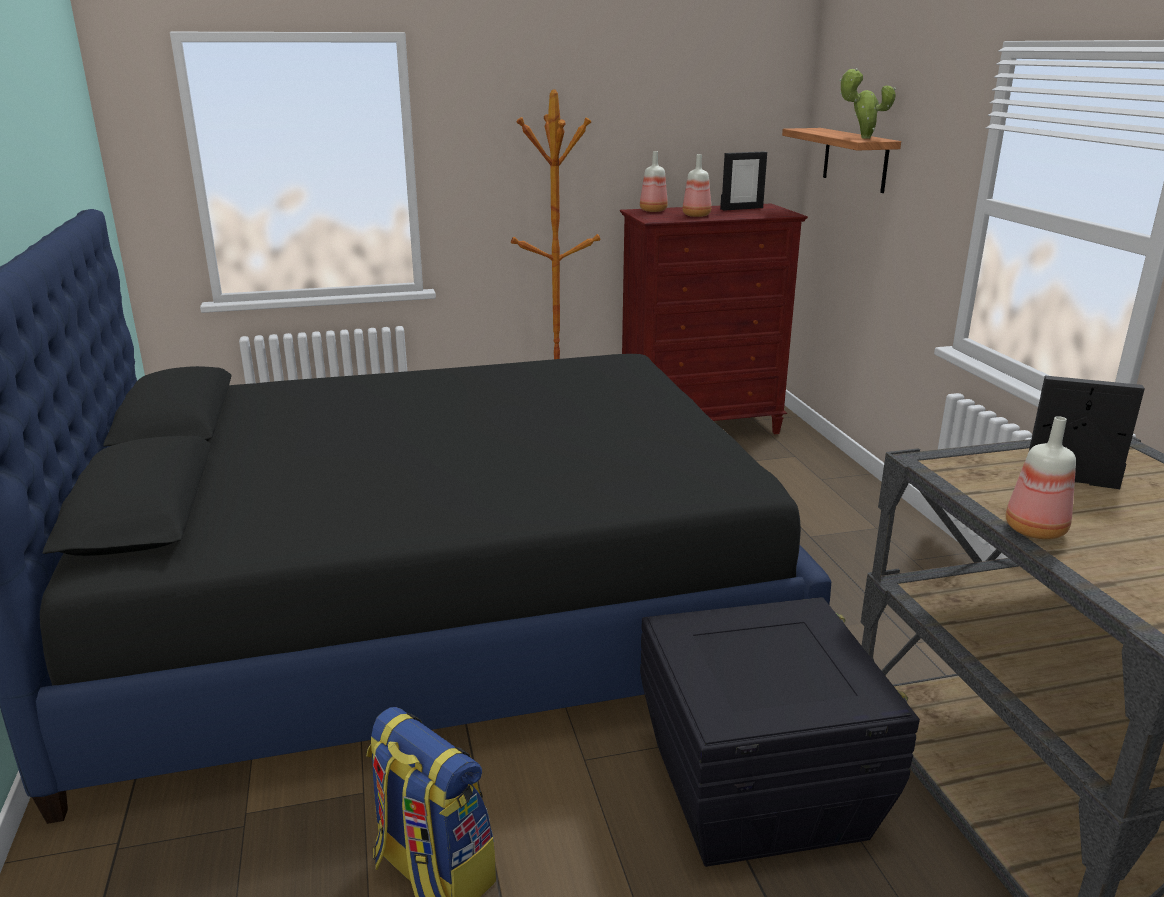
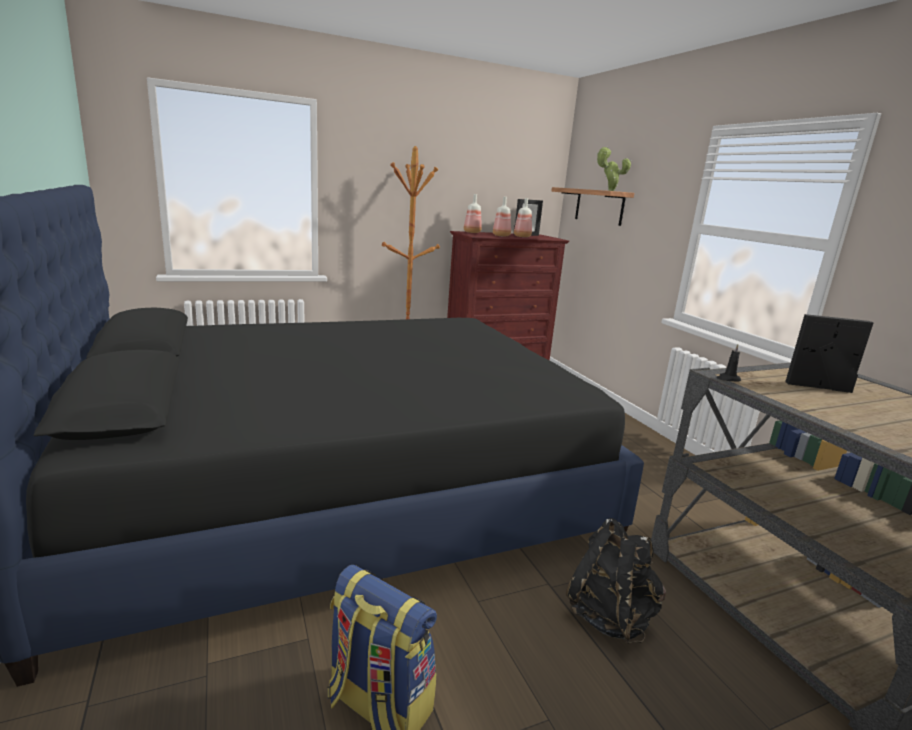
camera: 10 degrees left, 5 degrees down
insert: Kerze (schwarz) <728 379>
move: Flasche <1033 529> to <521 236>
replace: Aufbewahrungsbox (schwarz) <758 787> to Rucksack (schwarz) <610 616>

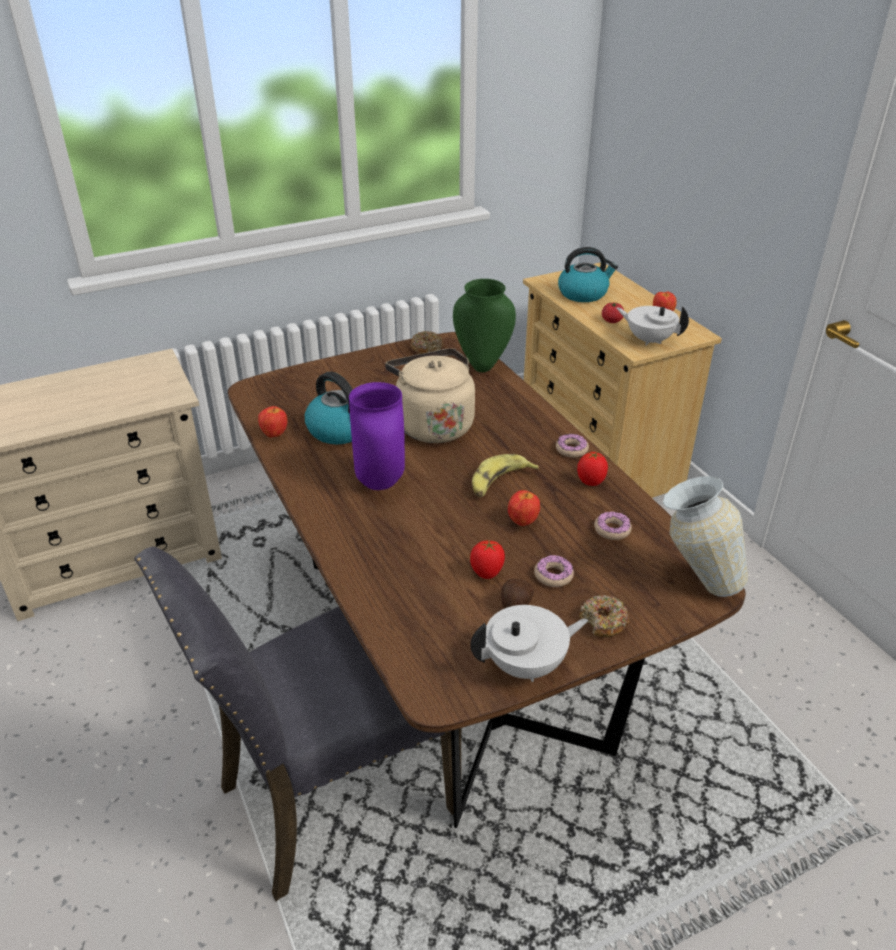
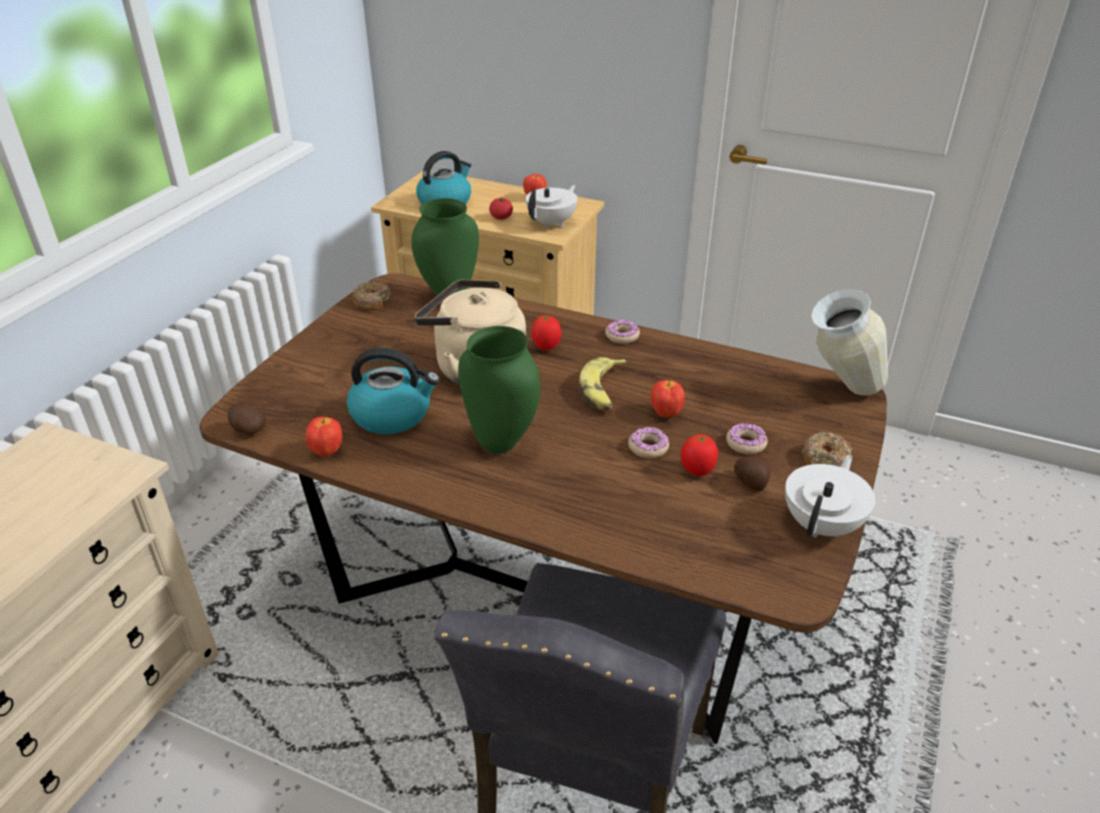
camera: 40 degrees left, 0 degrees up
insert: Kartoffel <248 430>
move: Tomate <591 482> to <546 347>; Donut <612 530> to <648 447>
recolor: Vase (lila) <382 483> to Vase (grün) <502 443>
rotate: Teekanne (weiß) <649 340> = <552 223> 135 degrees clockwise

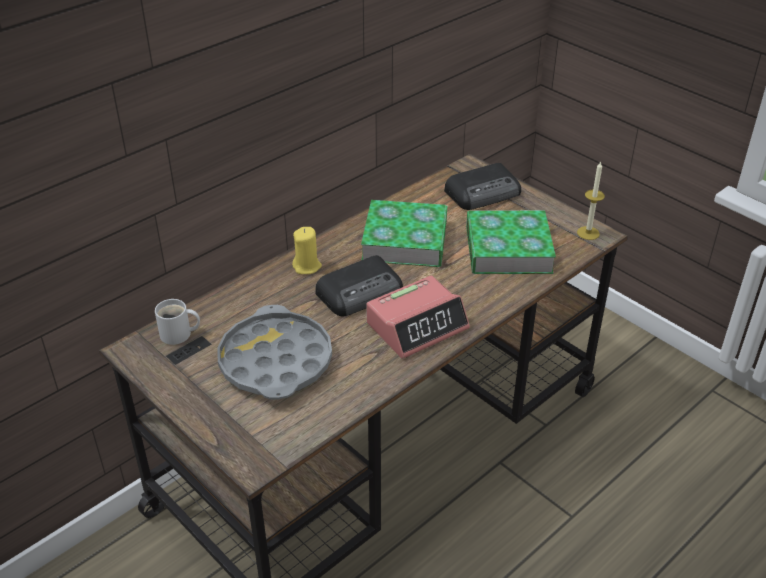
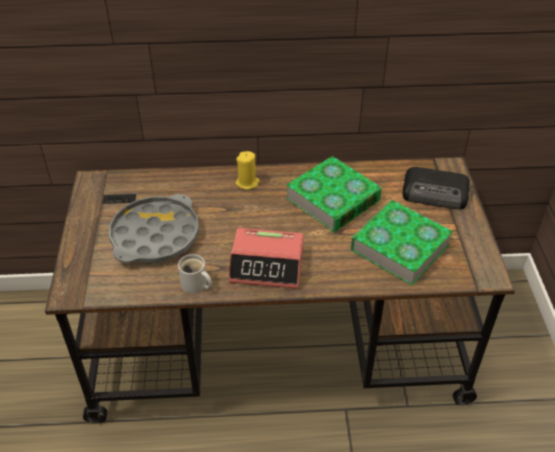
camera: 40 degrees right, 5 degrees up
delete: Radio <361 292>; Kerze <588 233>
move: Henkelbecher (weiß) <178 335> to <195 285>

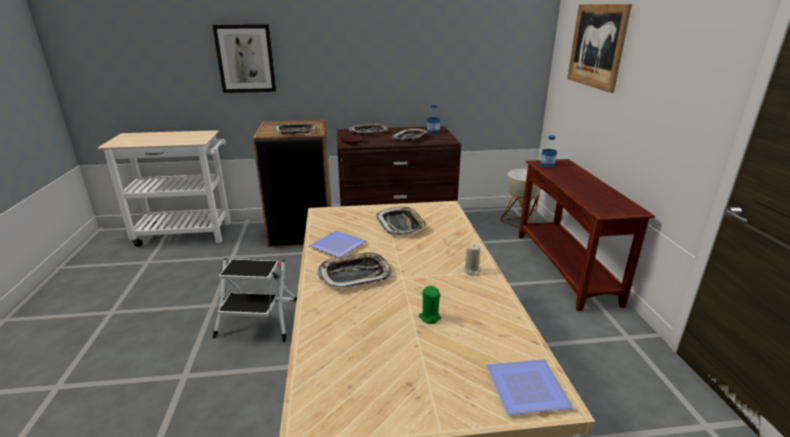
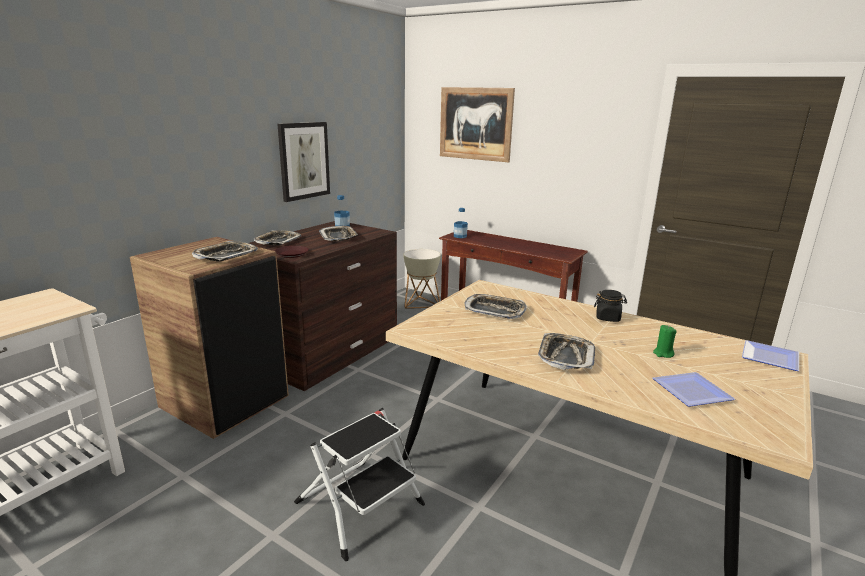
camera: 50 degrees left, 5 degrees down
move: Bild <245 59> to <304 160>; Teller <338 245> to <688 391>
replace: Kerze (beige) <472 271> to Vorratsglas (schwarz) <608 318>

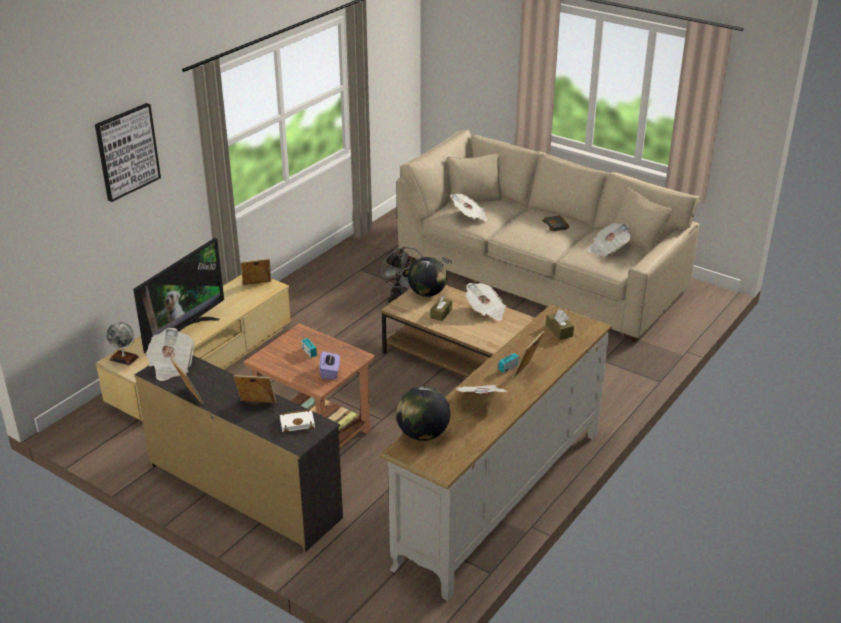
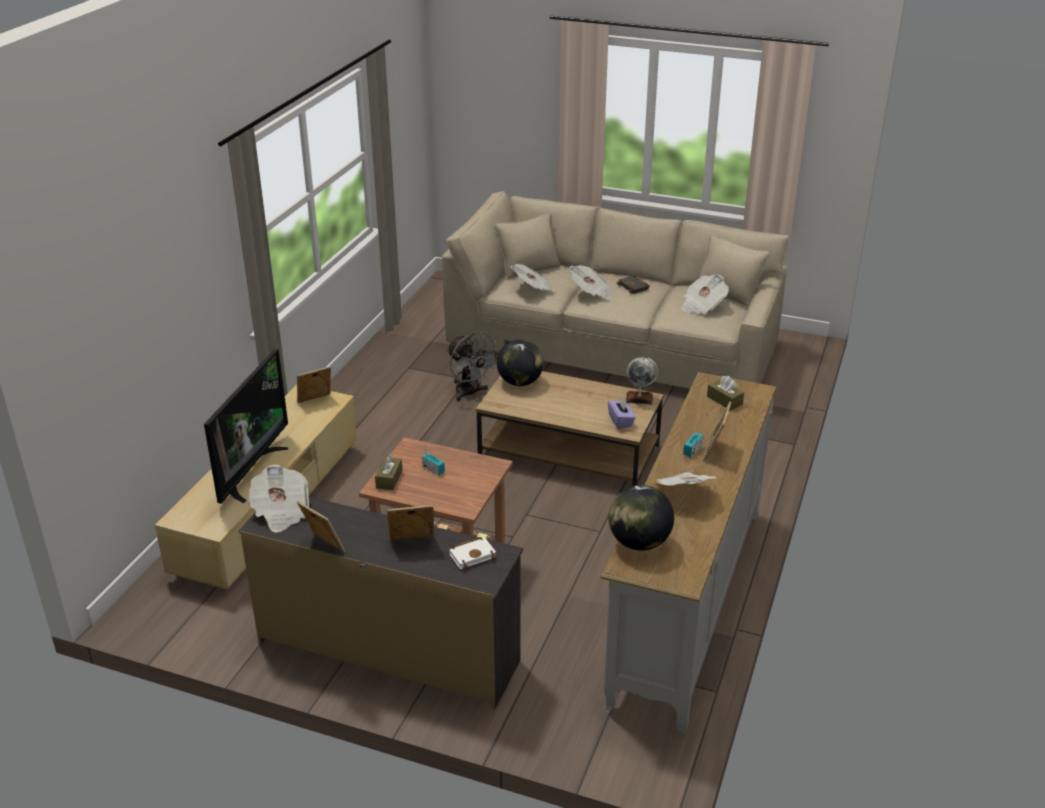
camera: 15 degrees left, 0 degrees up
delete: Bild <127 151>
move: Taschentuchbox (braun) <441 313> to <389 479>; Zeitung <486 311> to <591 293>; Taschentuchbox (lila) <330 372> to <621 421>; Globus <124 358> to <639 398>

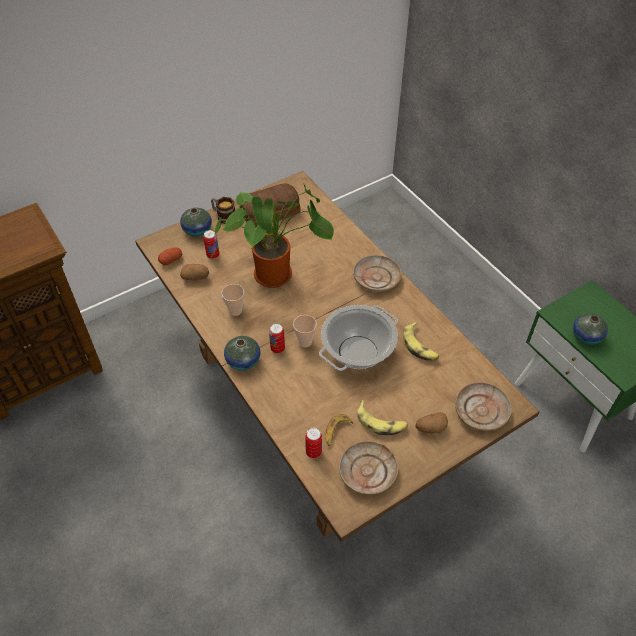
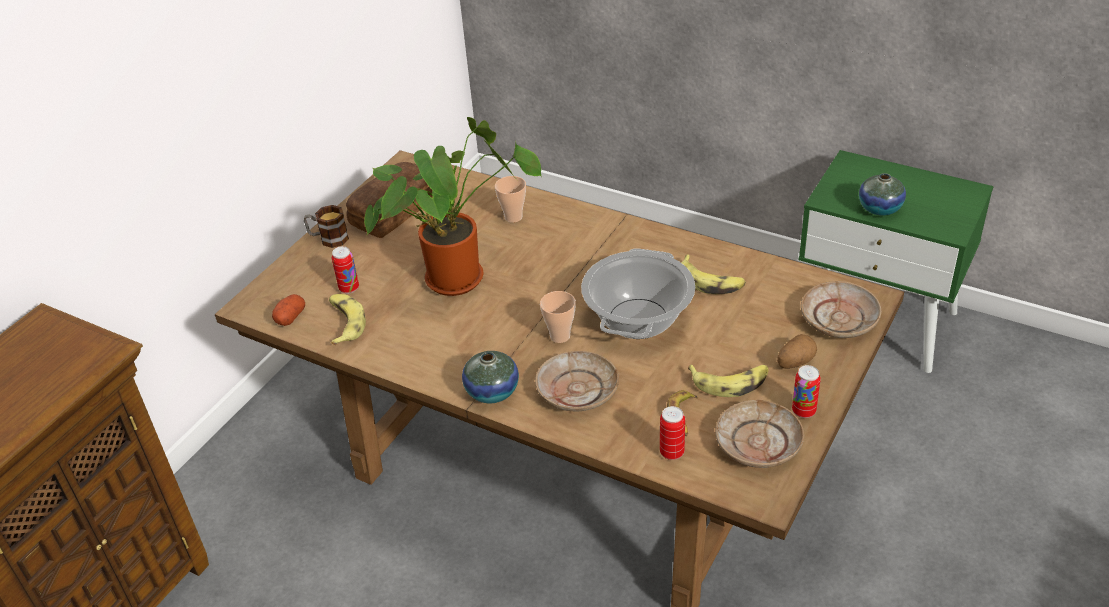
camera: 25 degrees left, 10 degrees down
delete: Vase <197 230>
move: Tasse <235 311> to <513 217>; Teller (beige) <376 278> to <577 390>; Dose <277 348> to <803 411>
replace: Kartoffel <196 277> to Banane <344 323>

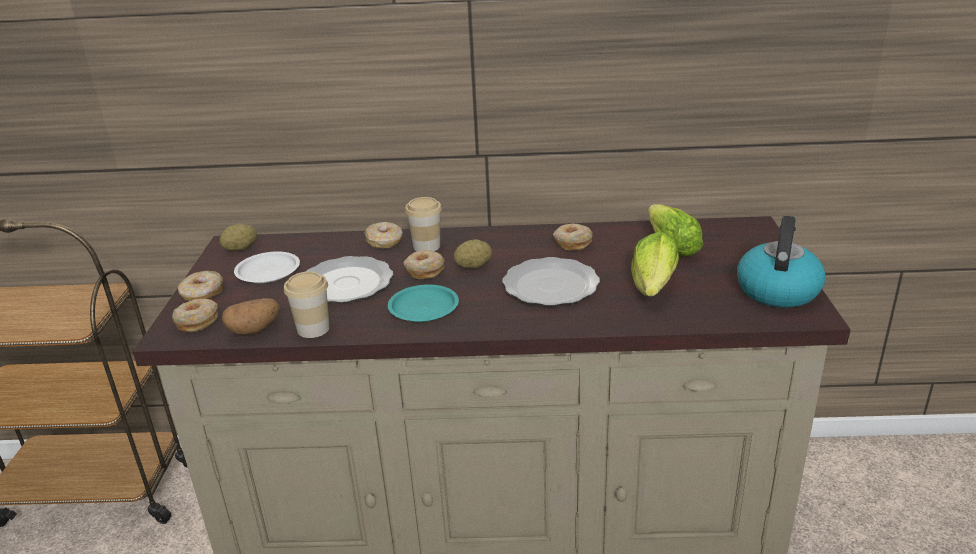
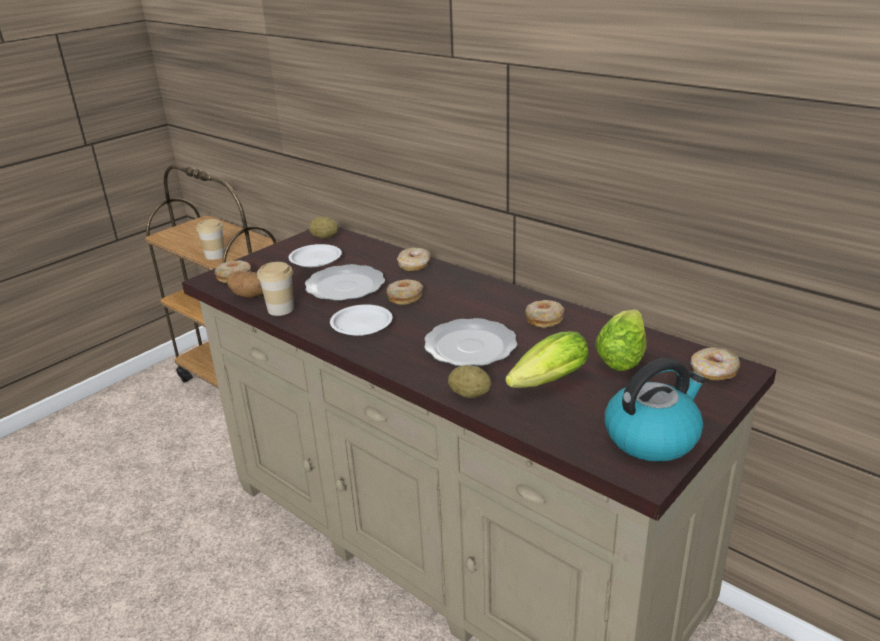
camera: 40 degrees right, 0 degrees up
move: Tasse <426 246> to <215 255>; Kartoffel <473 266> to <469 394>; Donut <202 293> to <713 371>
recolor: Teller (türkis) <423 308> to Teller (weiß) <361 324>

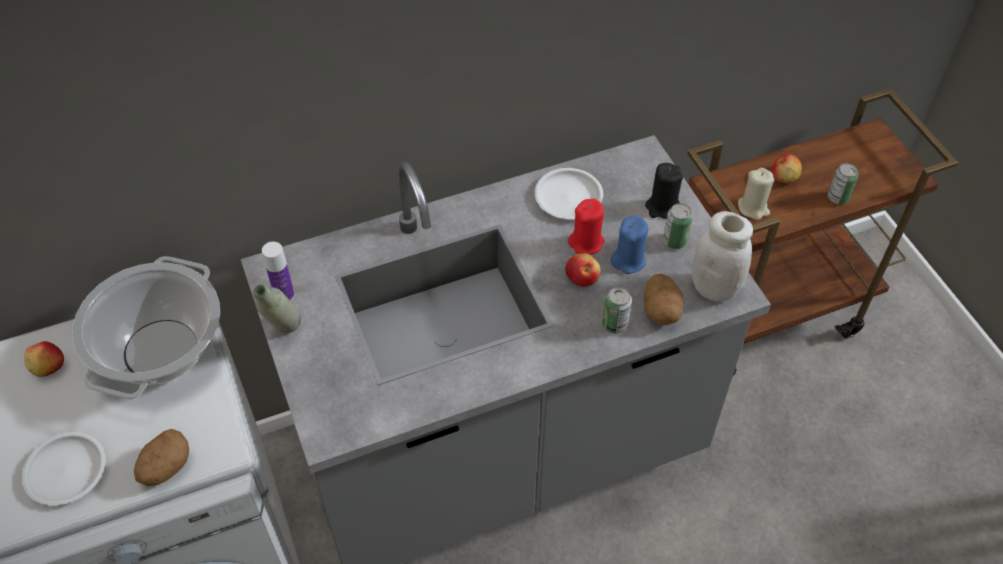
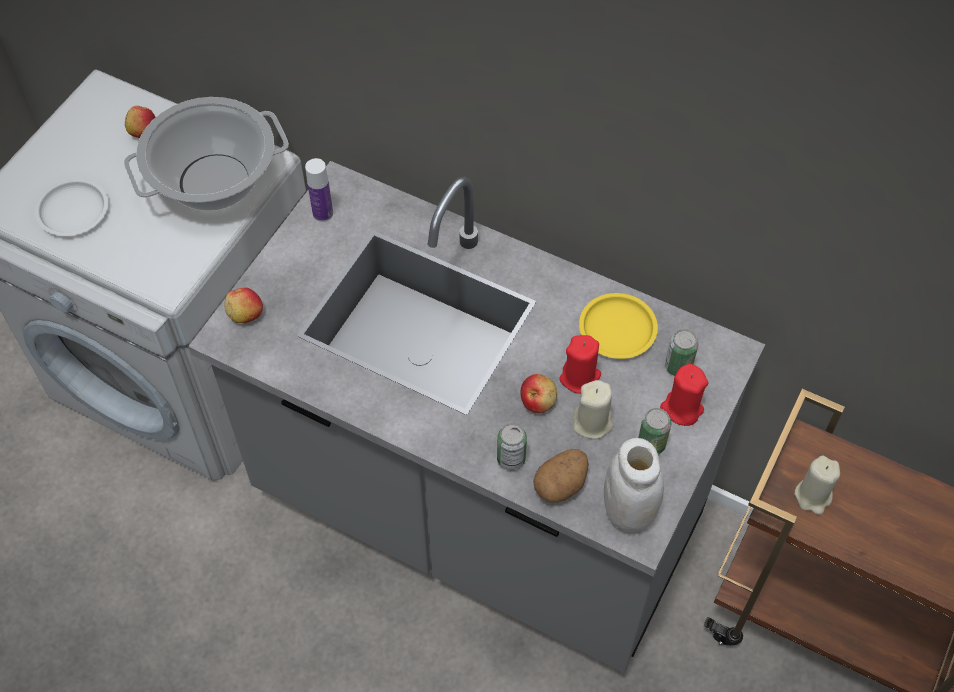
camera: 50 degrees right, 5 degrees up
delete: Kartoffel <165 468>; Flasche (grau) <284 335>
move: Apfel <784 177> to <245 314>; Dose <837 197> to <678 366>
recolor: Kerze (blau) <628 260> to Kerze (beige) <592 422>; Teller (weiß) <569 197> to Teller (gelb) <618 330>; Kerze (schwarz) <662 207> to Kerze (rot) <681 408>

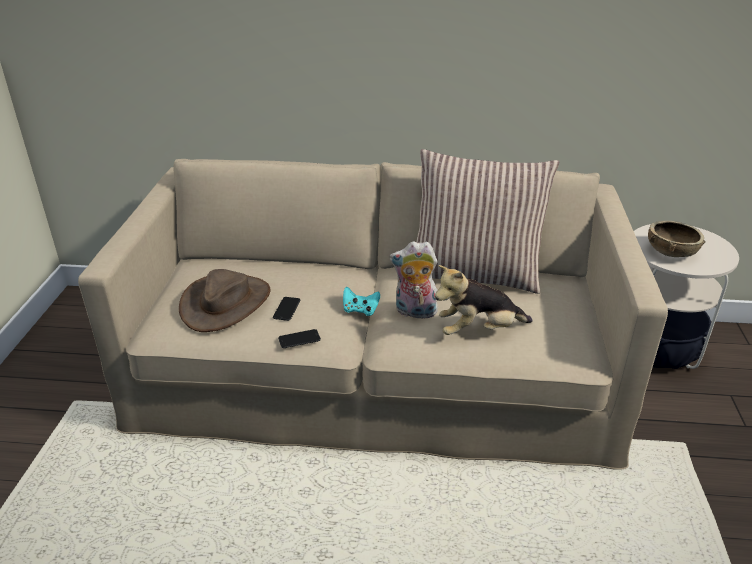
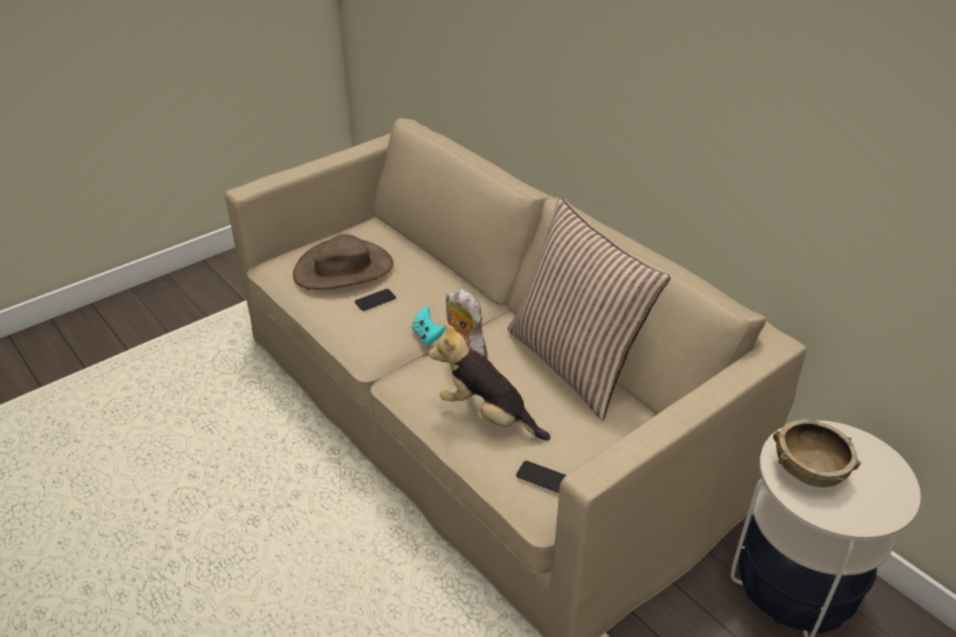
camera: 45 degrees right, 5 degrees up
move: Handy <299 339> to <542 477>

